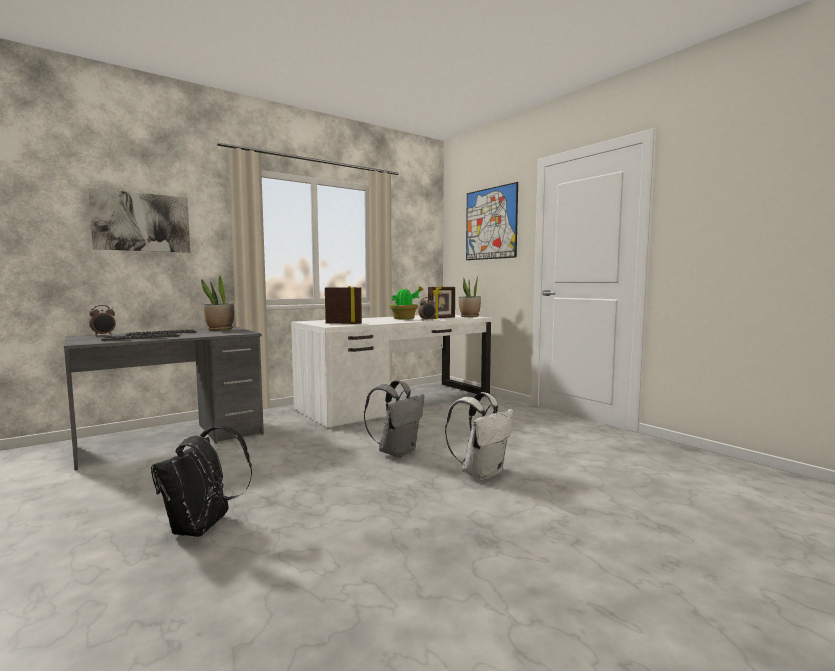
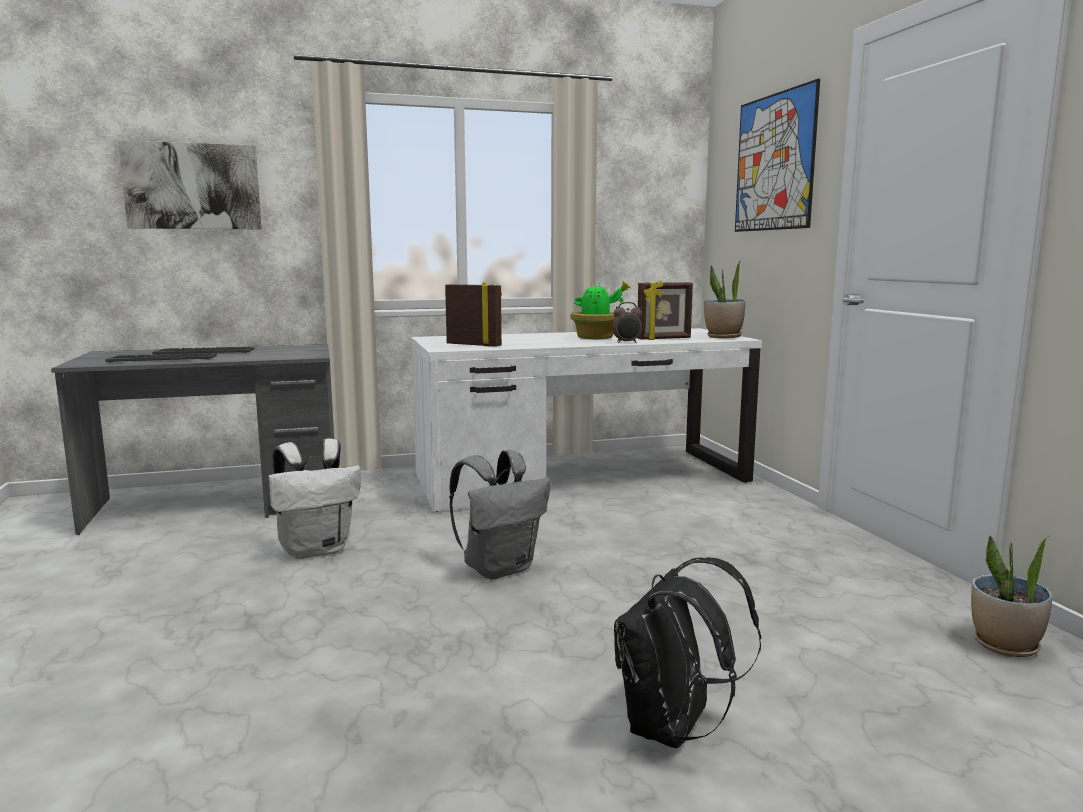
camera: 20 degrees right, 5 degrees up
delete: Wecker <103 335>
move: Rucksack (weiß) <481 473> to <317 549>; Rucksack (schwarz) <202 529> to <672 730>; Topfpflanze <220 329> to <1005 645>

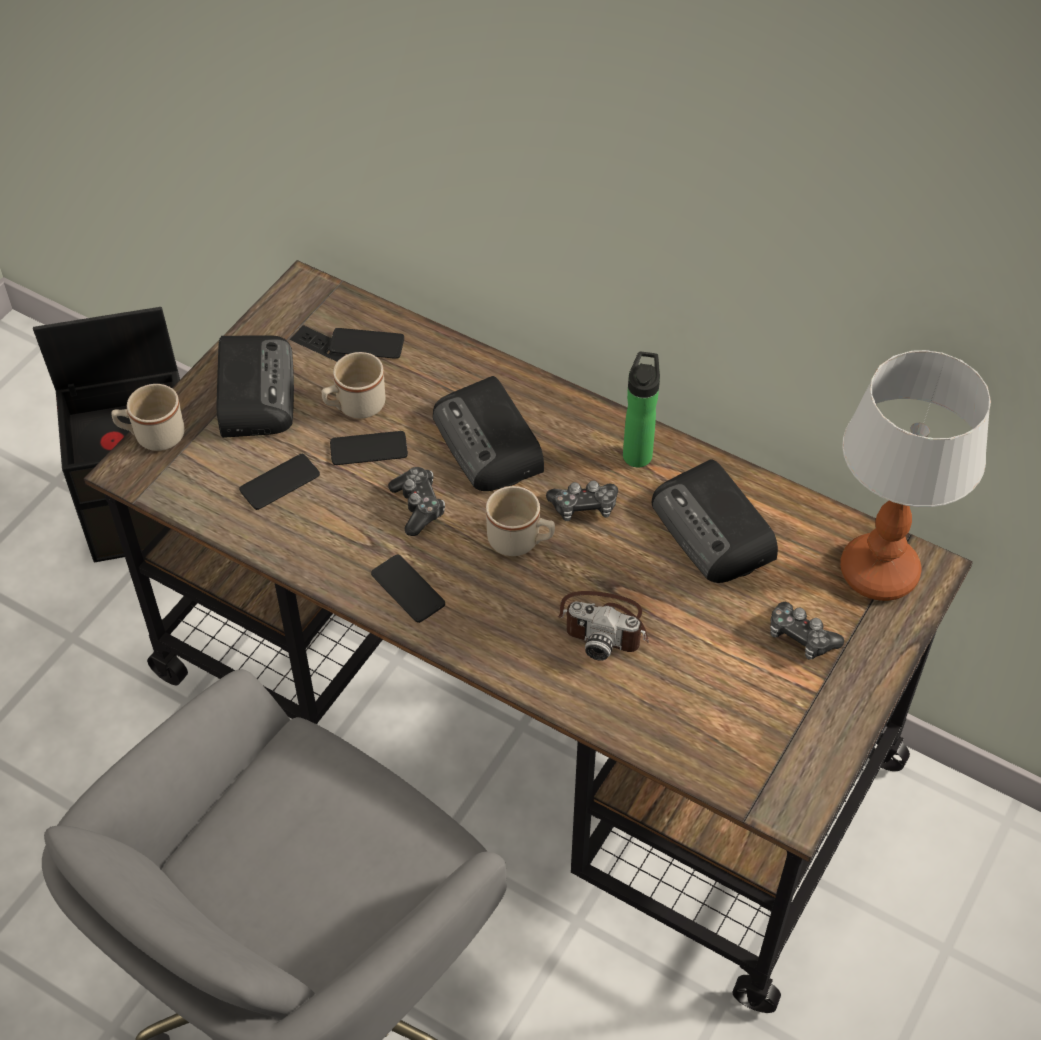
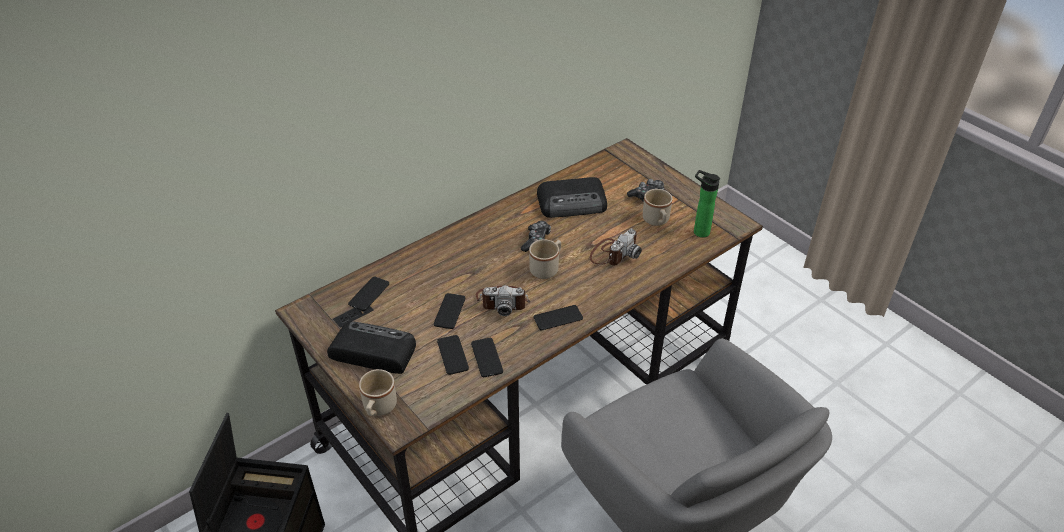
camera: 70 degrees left, 10 degrees down
delete: Radio <489 443>; Tischlampe <878 573>
insert: Handy <487 358>
move: Henkelbecher (beige) <354 406> to <657 221>; Flasche <638 452> to <699 231>
replace: Gamepad <418 506> to Kamera <503 301>

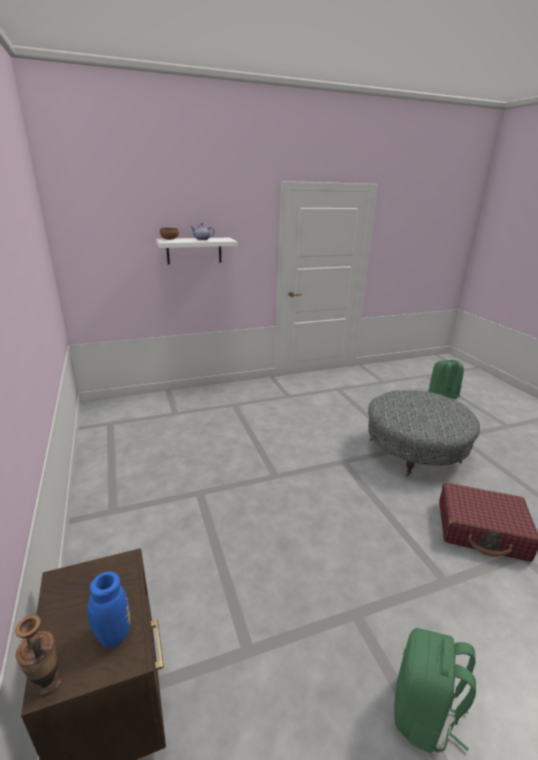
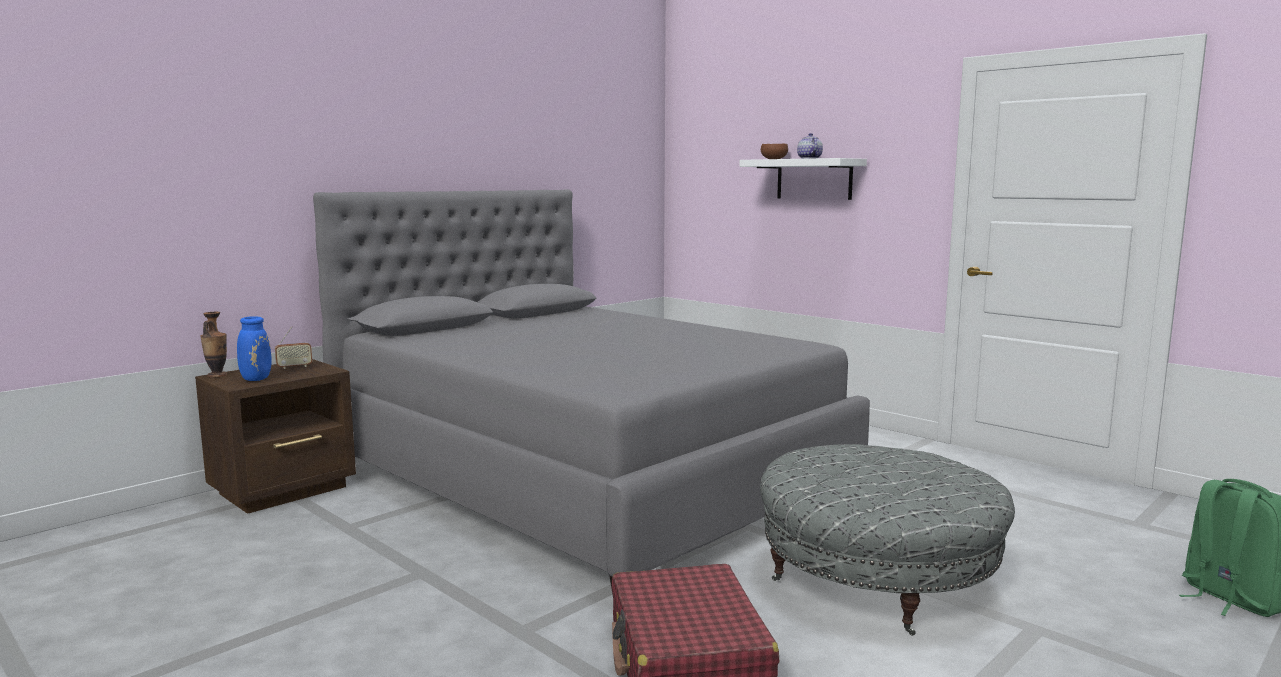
camera: 65 degrees right, 15 degrees down
delete: Rucksack (grün) <423 713>
insert: Radio <294 367>; Bett (grau) <586 476>

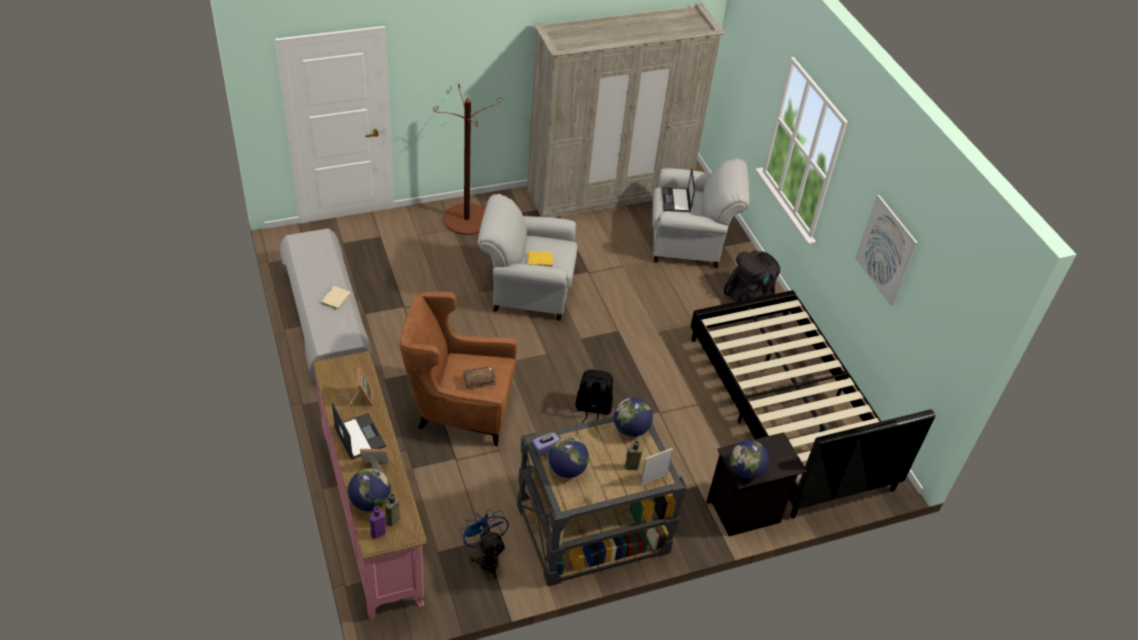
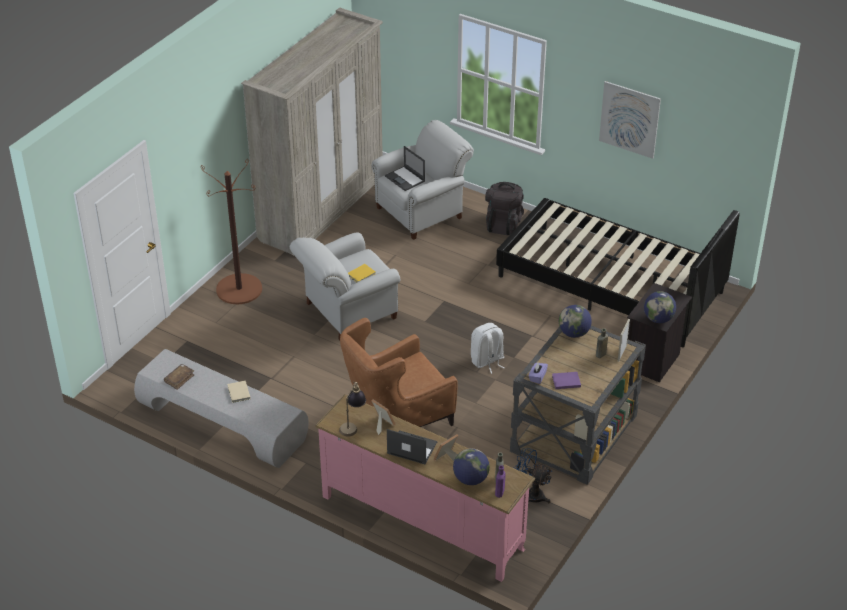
camera: 35 degrees left, 5 degrees down
insert: Tischlampe <353 425>
move: Buch (braun) <479 380> to <179 379>
replace: Globus <567 469> to Buch (lila) <565 381>
recolor: Rucksack (schwarz) <592 409> to Rucksack (weiß) <487 361>

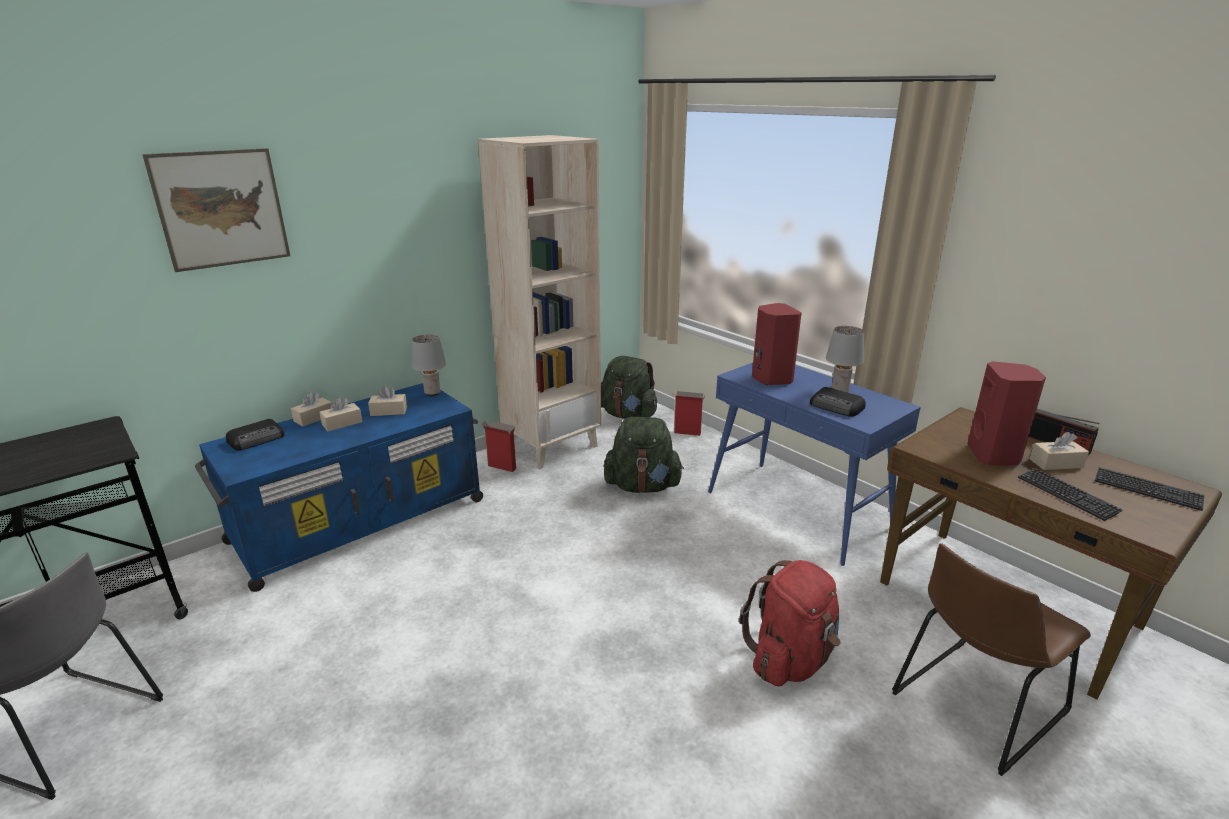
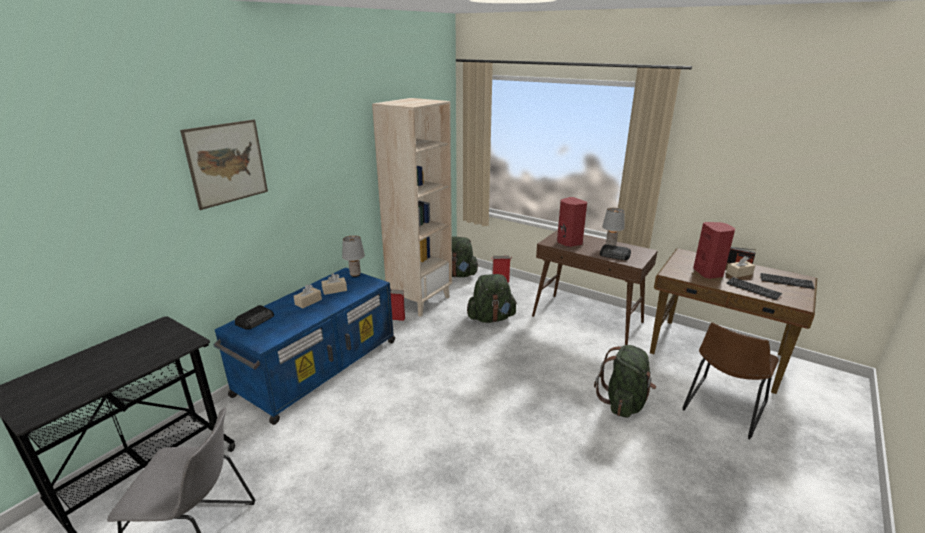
camera: 15 degrees left, 0 degrees up
delete: Taschentuchbox (beige) <314 418>
recolor: Konsolentisch (blau) <798 510> to Konsolentisch (braun) <587 319>; Rucksack (rot) <790 659> to Rucksack (grün) <623 402>

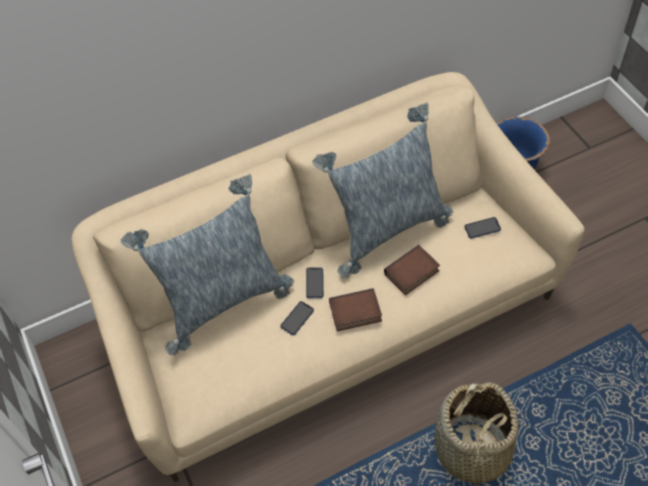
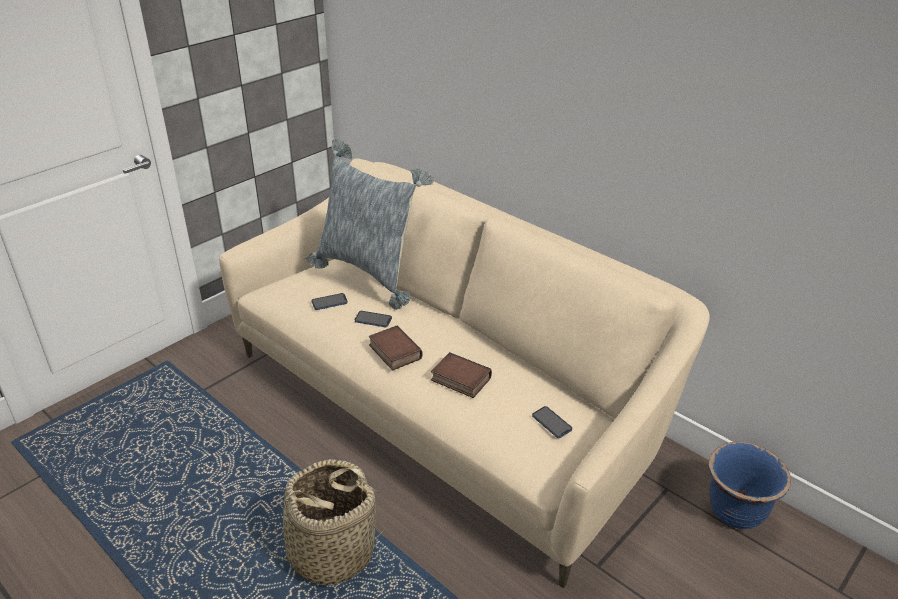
camera: 65 degrees right, 20 degrees down
delete: Kissen <384 233>
move: Handy <314 283> to <329 302>

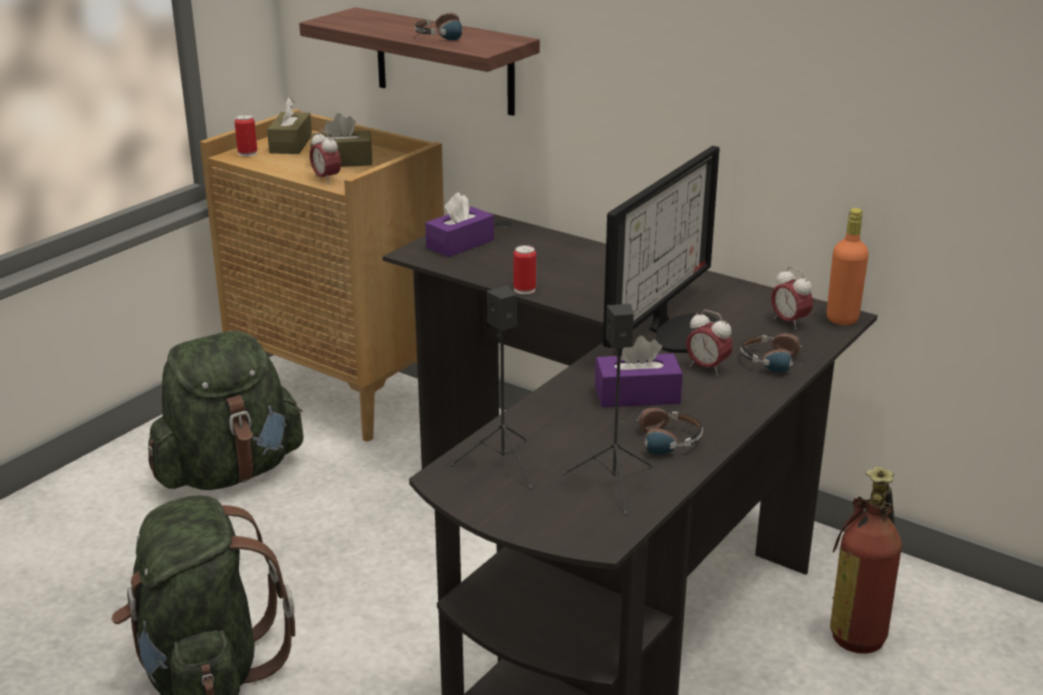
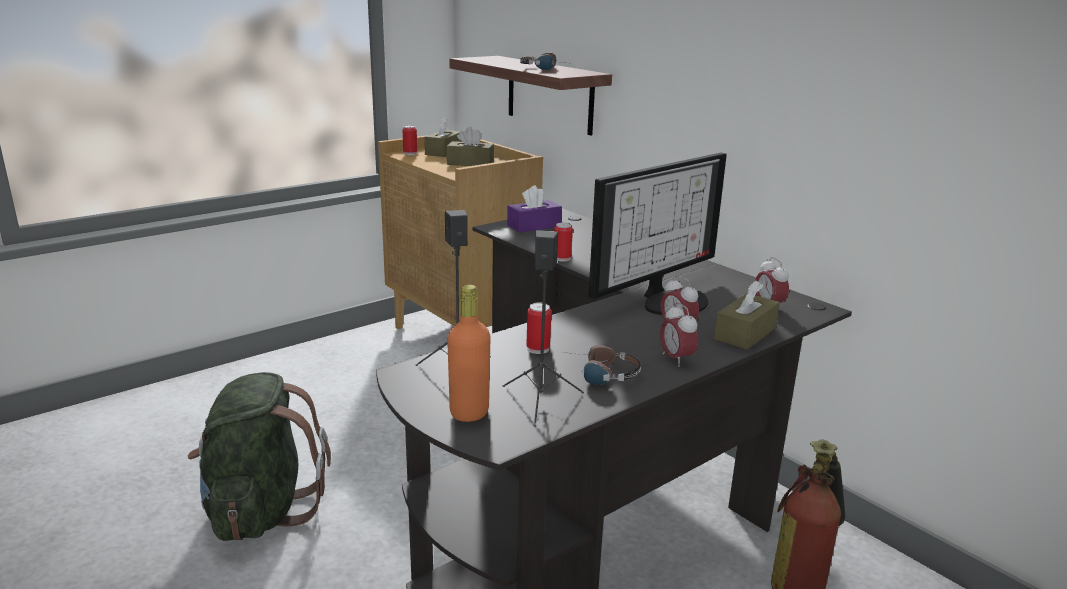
camera: 15 degrees right, 5 degrees down
delete: Rucksack (grün) <230 472>; Taschentuchbox (lila) <637 395>
insert: Dose <538 349>
move: Flasche (orange) <842 318> to <469 413>; Wecker <326 179> to <676 359>
replace: Kopfhörer <781 363> to Taschentuchbox (braun) <745 333>

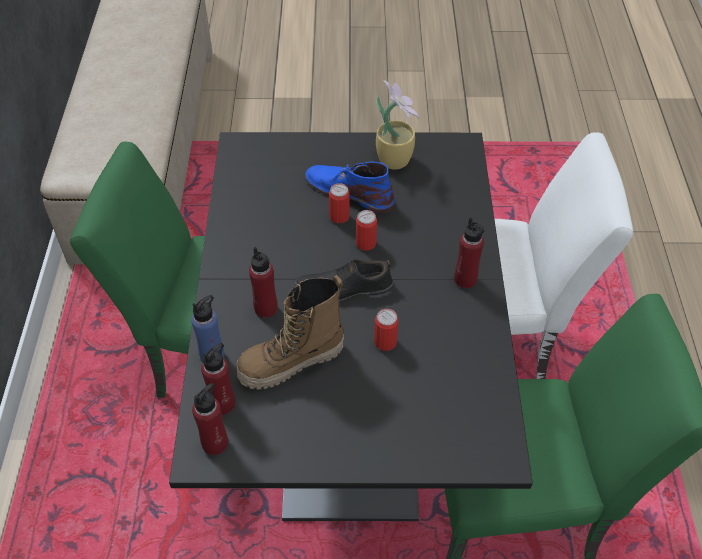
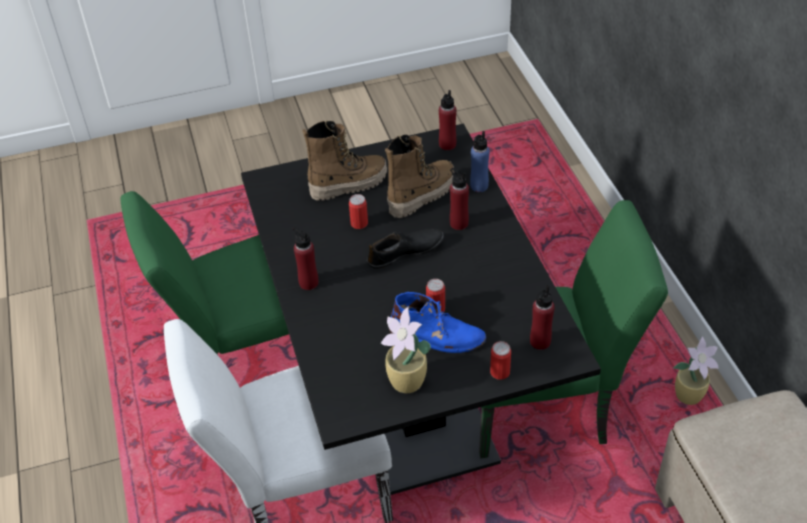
camera: 165 degrees right, 5 degrees down
insert: Stiefel <348 184>; Topfpflanze <690 395>
move: Dose <365 243> to <500 372>; Flasche (rot) <223 403> to <540 342>

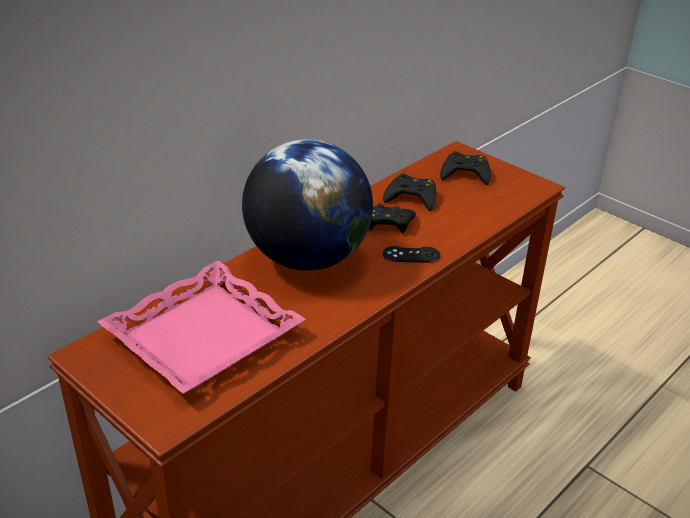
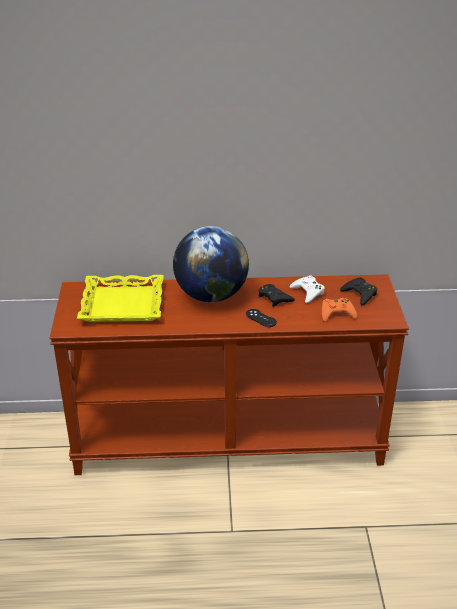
camera: 45 degrees right, 0 degrees up
insert: Gamepad (orange) <337 313>
recolor: Tablett (rosa) <204 337> to Tablett (gelb) <122 305>; Gamepad (schwarz) <412 198> to Gamepad (weiß) <308 292>

